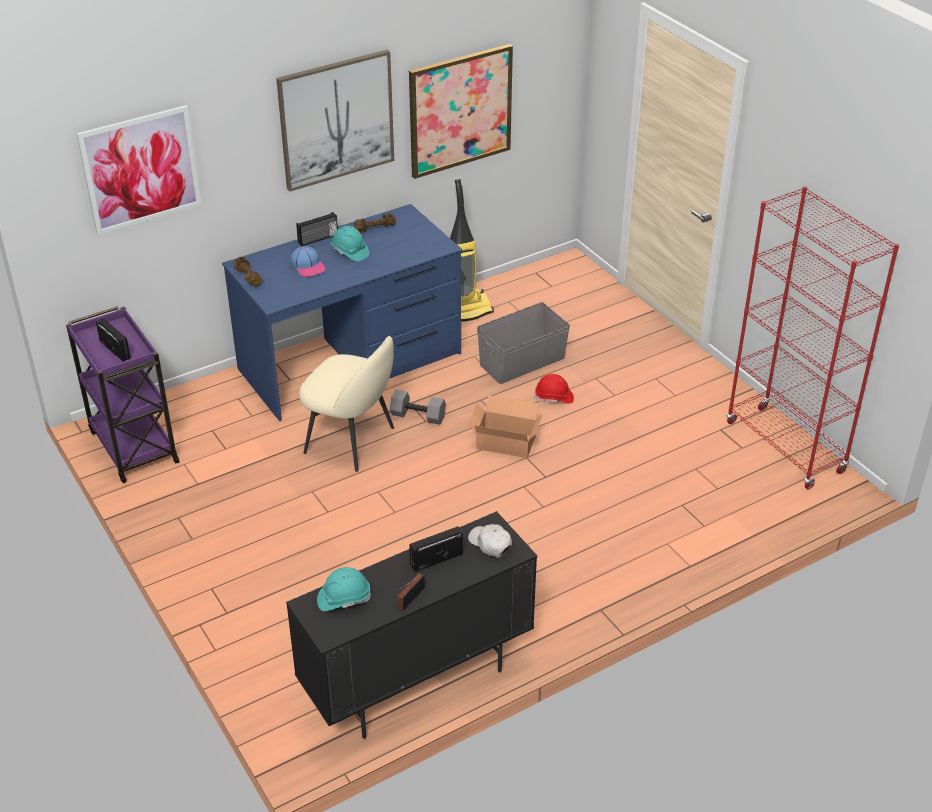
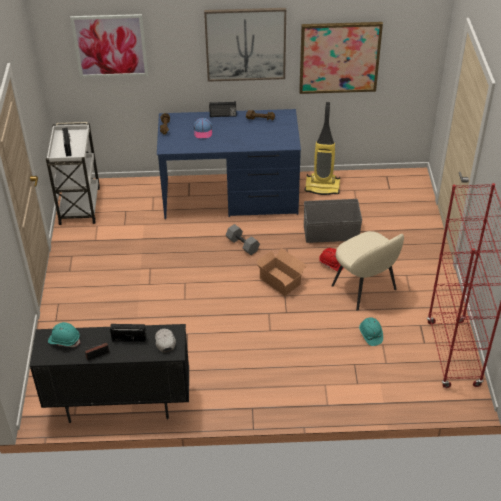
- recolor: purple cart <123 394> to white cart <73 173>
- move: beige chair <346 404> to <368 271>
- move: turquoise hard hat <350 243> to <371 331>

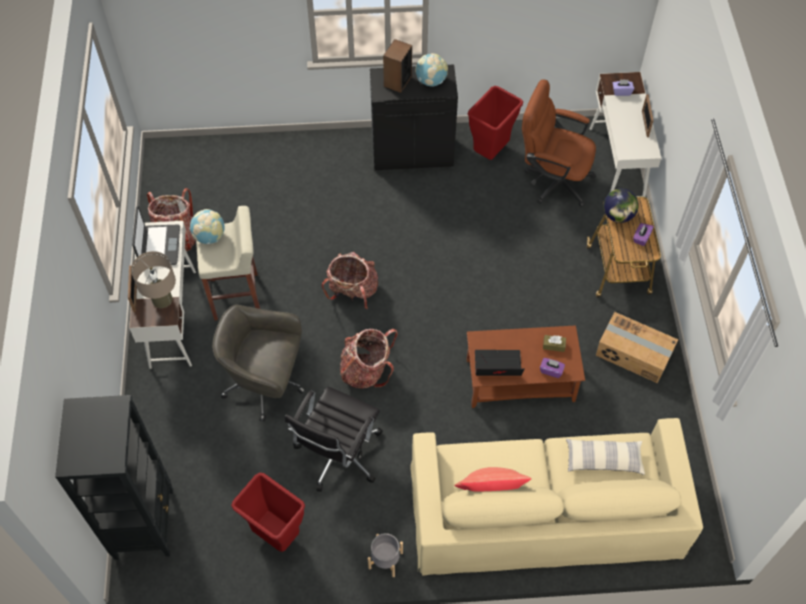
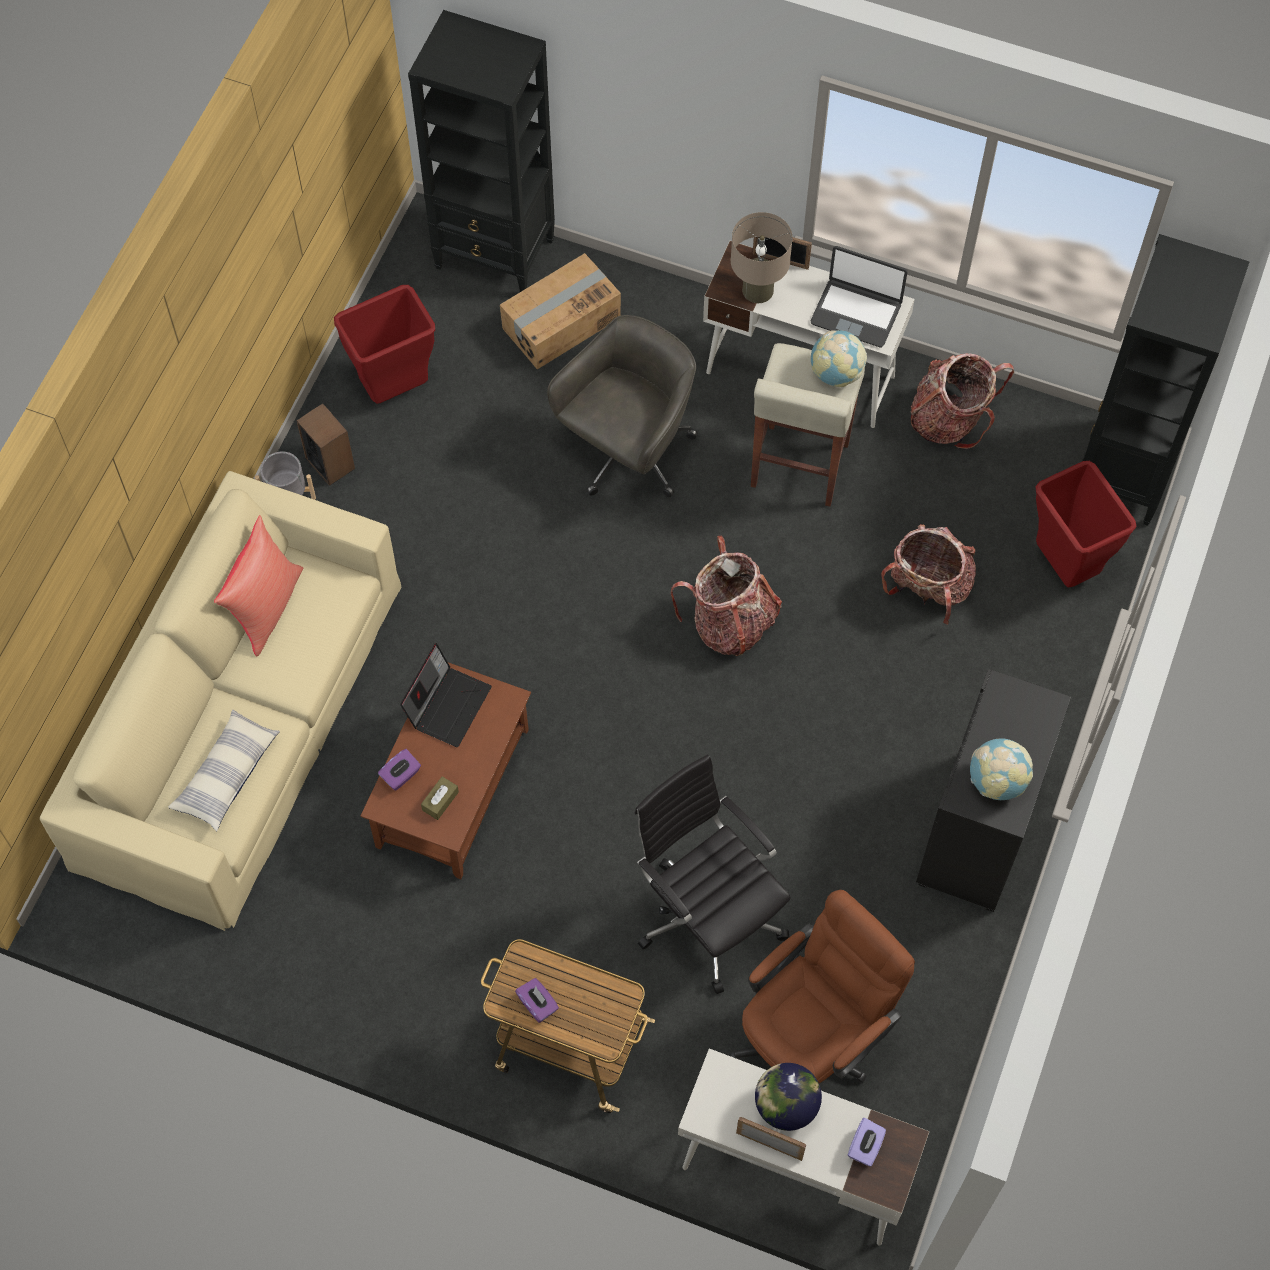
- move: speaker <397 66> to <325 444>
- move: cardboard box <637 347> to <560 311>
- move: black office chair <334 439> to <713 874>
- move: globe <621 205> to <788 1097>
- move: backpack <369 359> to <928 574>
- move: red trash can <495 123> to <1086 524>
- insert: black bookcase <1166 380>

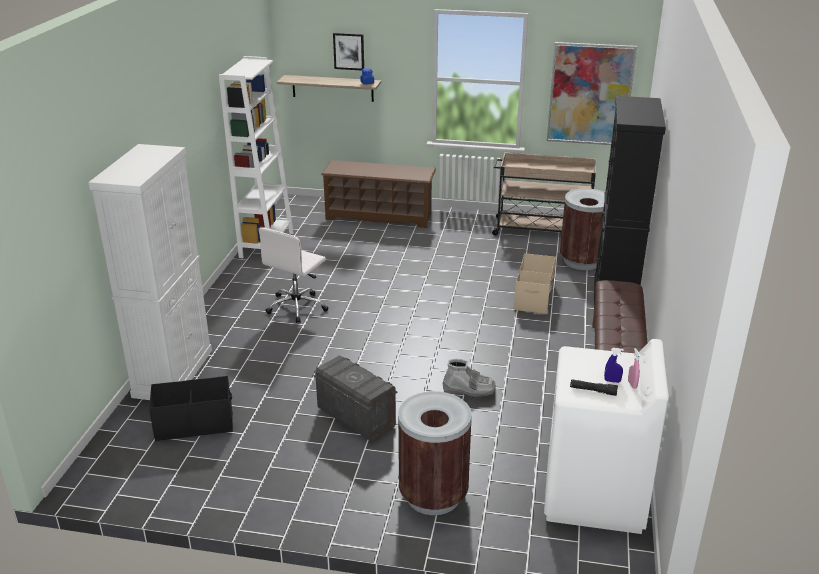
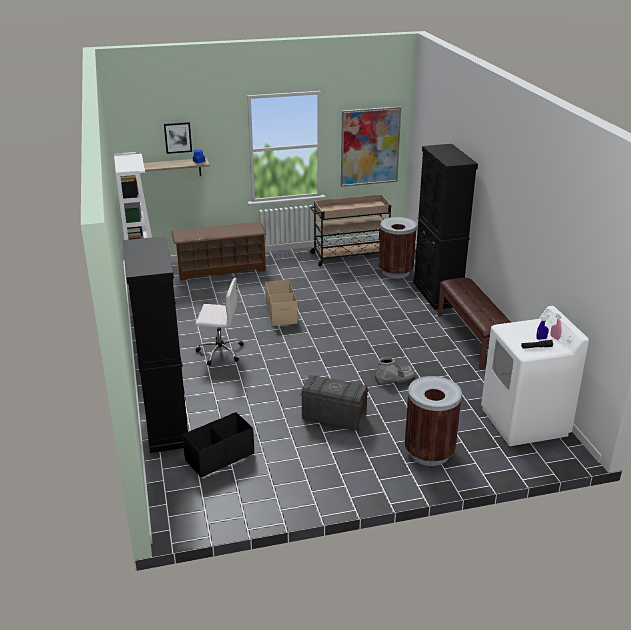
- recolor: white cabinet <150 272> to black cabinet <155 344>
- rotate: white office chair <293 275> = <219 322> 90 degrees counterclockwise
- move: beige storage box <535 283> to <281 303>

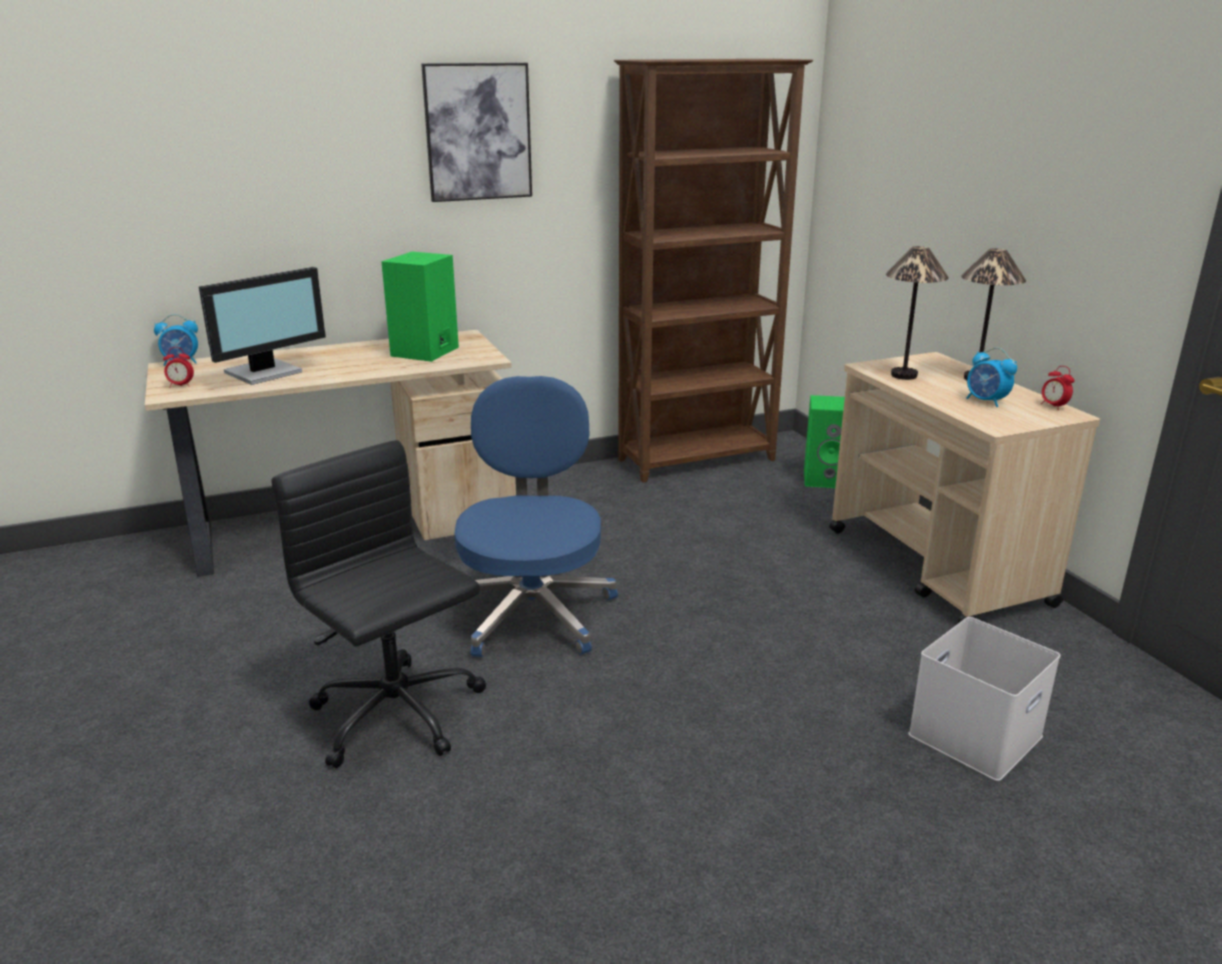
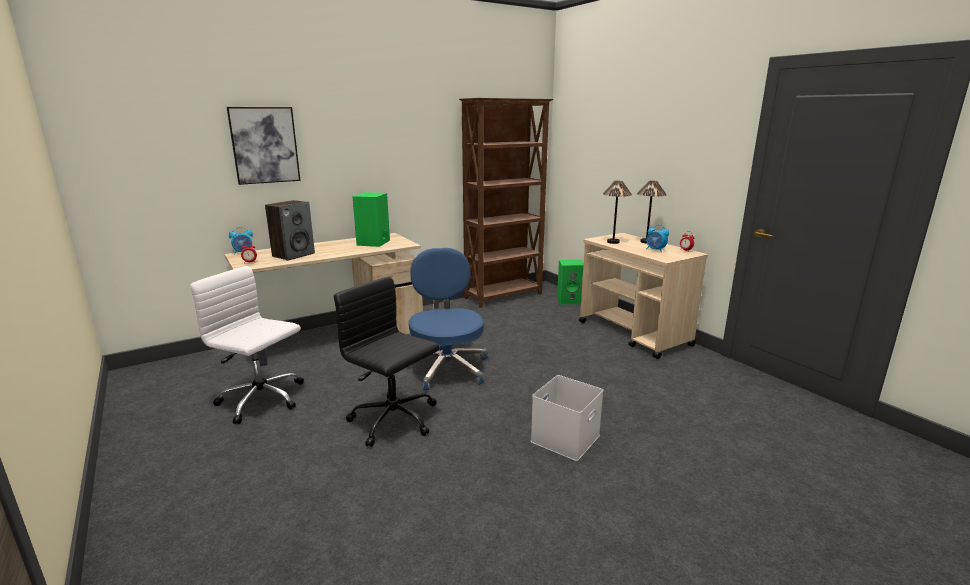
- insert: white office chair <247 345>
- move: picture <476 132> to <264 146>
- replace: monitor <262 326> to speaker <290 230>
- move: white storage box <984 699> to <567 418>

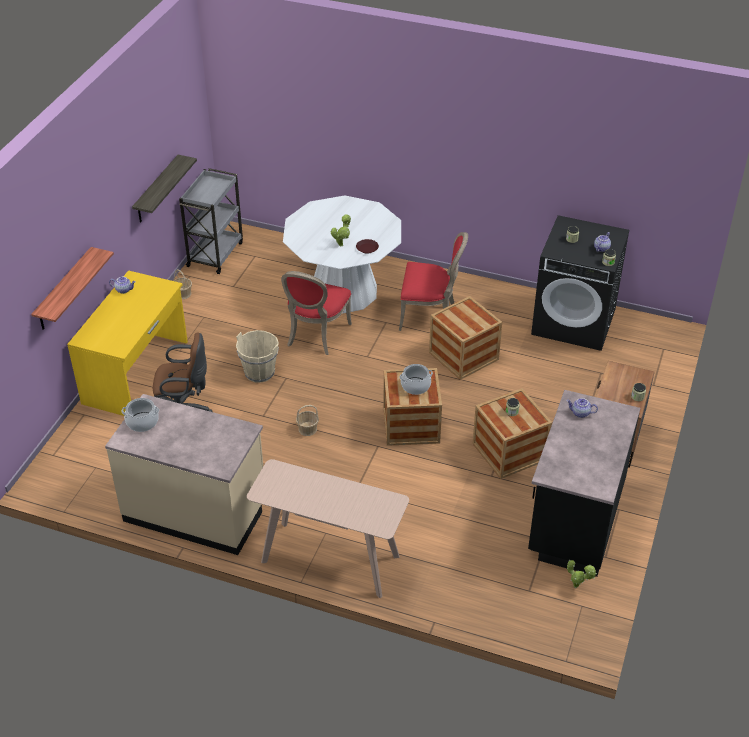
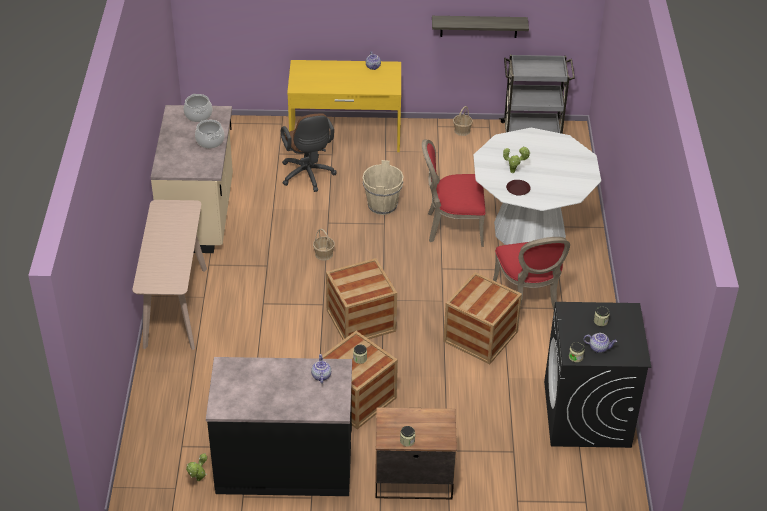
- move: cooking pot <416 379> to <210 134>
- delete: shelf <72 288>

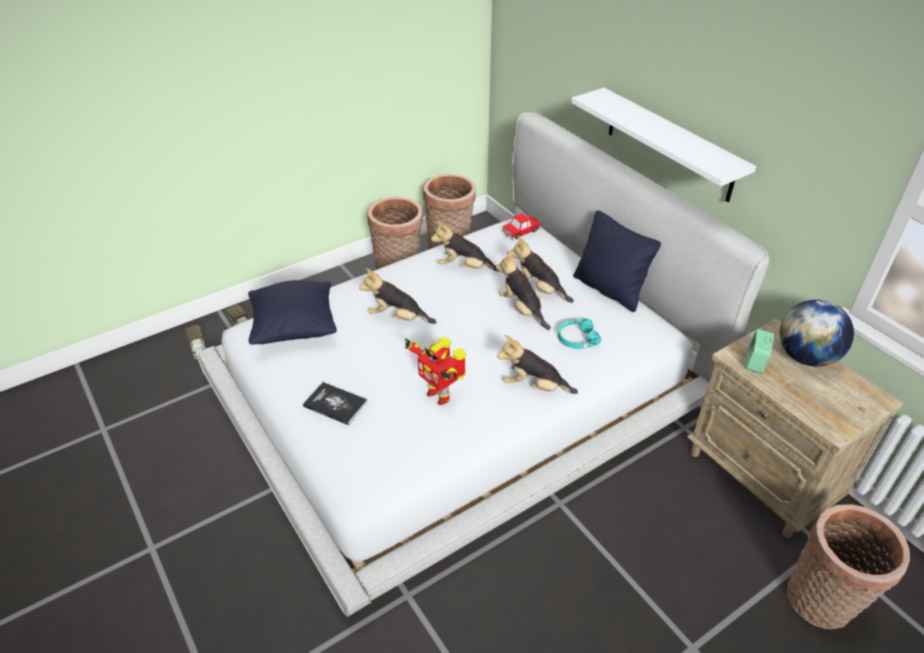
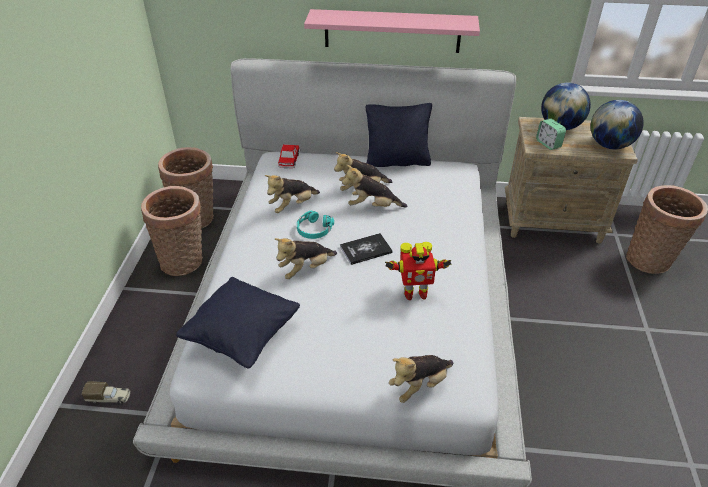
- move: turquoise headphones <579 333> to <315 224>
- recolor: white shelf <663 145> to pink shelf <392 31>
- move: book <335 403> to <366 249>
- move: plush toy <537 364> to <421 379>
- insert: globe <617 124>
- delete: toy truck <196 342>

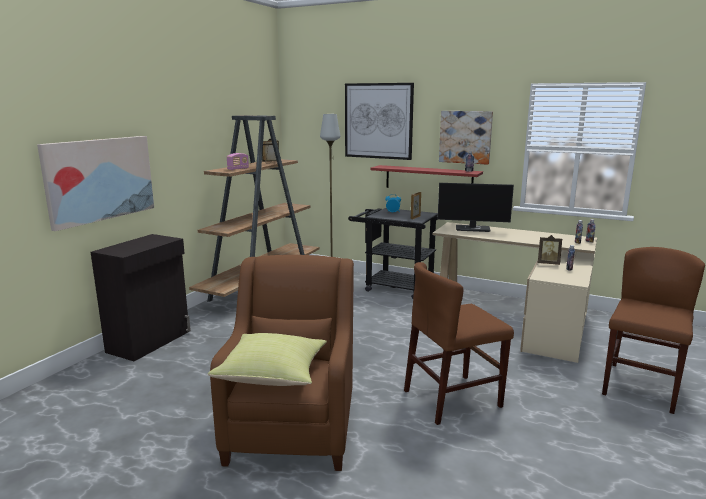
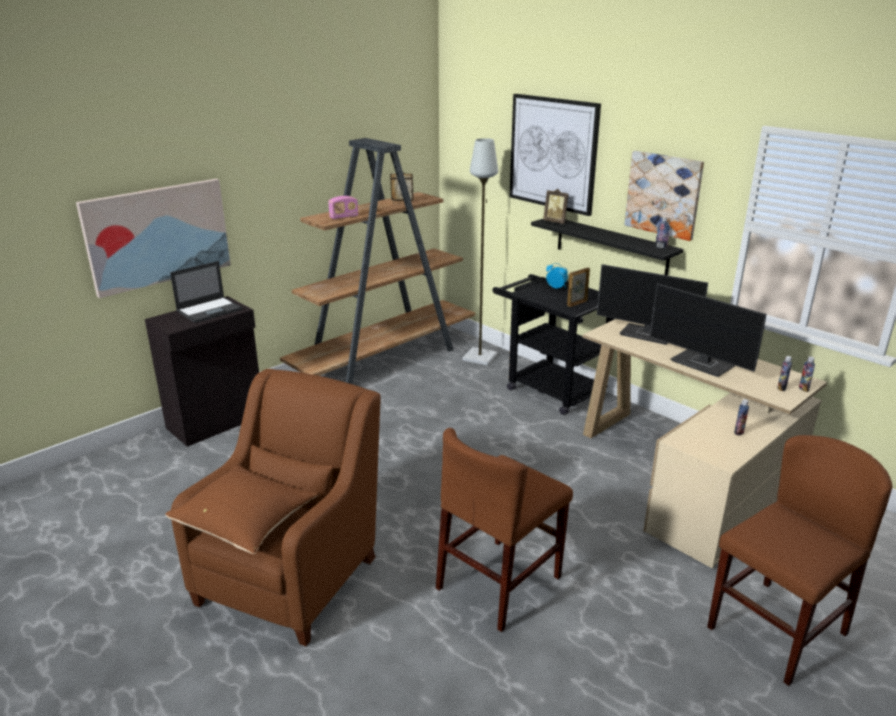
- recolor: yellow pillow <267 359> to brown pillow <242 509>
- insert: laptop <206 292>
- rotate: brown chair <459 343> = <504 530> 45 degrees counterclockwise
- recolor: red shelf <427 176> to black shelf <607 247>
- move: picture frame <550 250> to <556 206>
- insert: monitor <708 330>

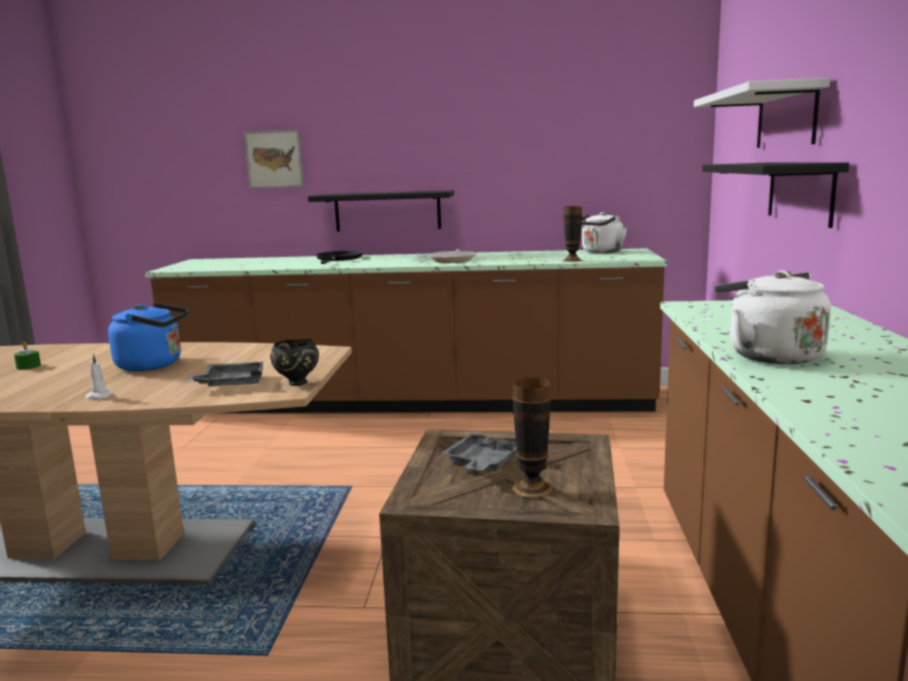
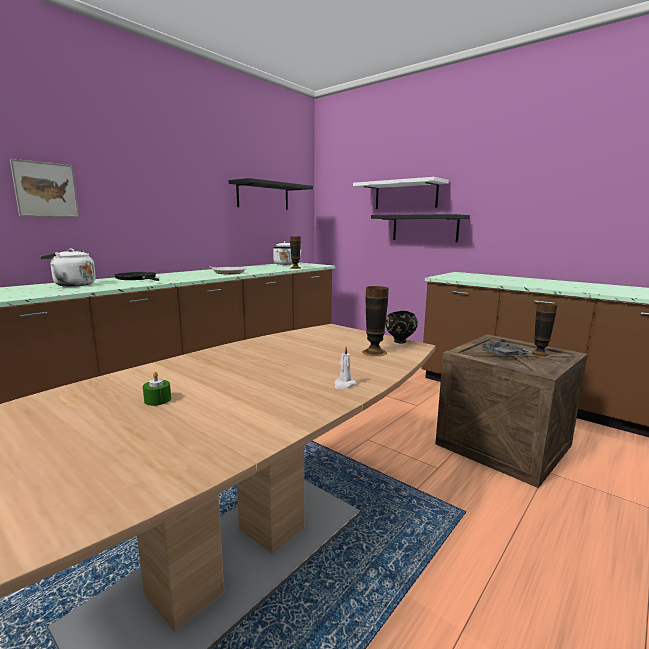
- move: white kettle <773 317> to <68 268>
- move: black shelf <381 211> to <271 194>
- replace: grey tray <225 374> to vase <375 321>
- delete: blue kettle <148 337>

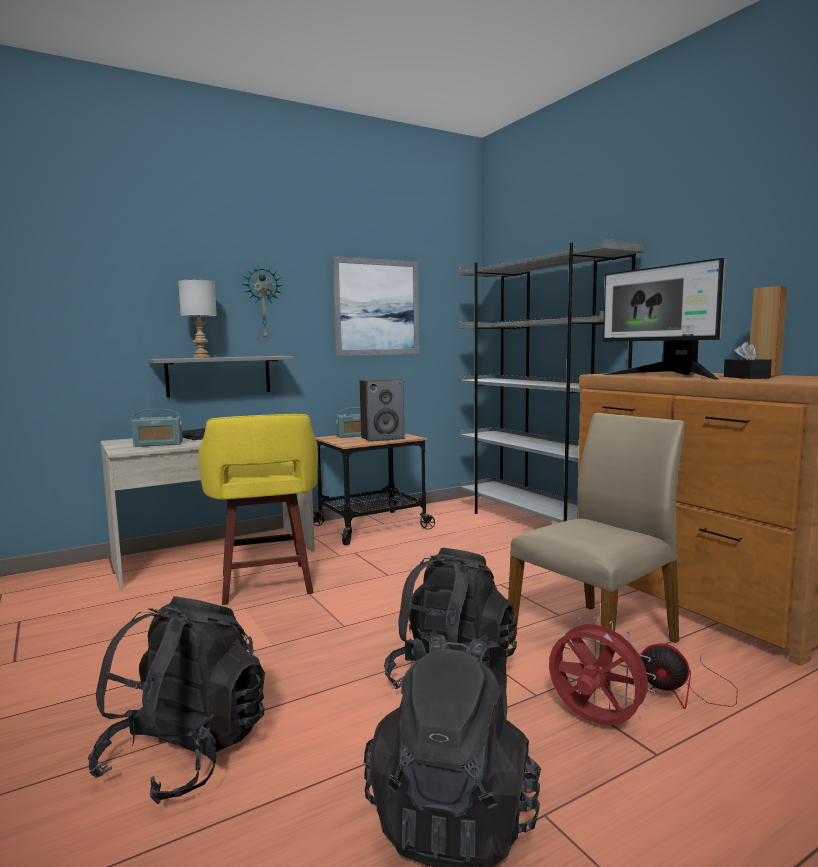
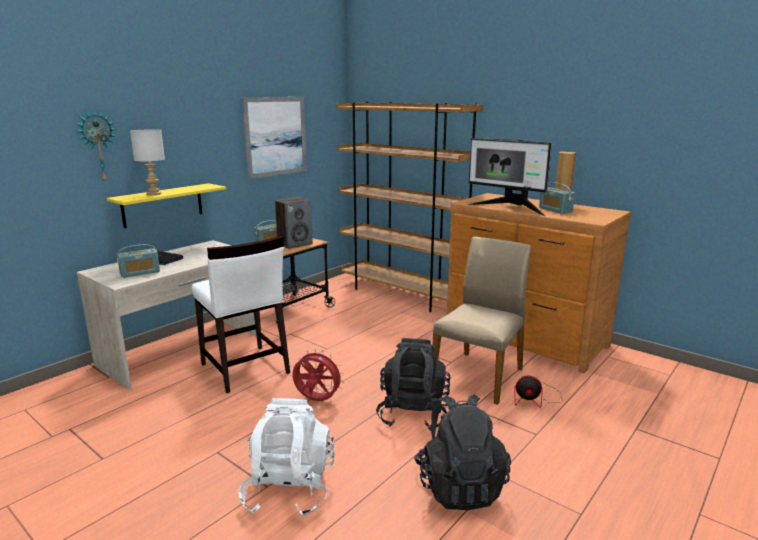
- move: wall clock <263 302> to <96 145>
- recolor: grey shelf <220 377> to yellow shelf <166 205>
- replace: yellow stool <258 509> to white chair <241 314>
- recolor: black backpack <176 700> to white backpack <286 458>
- move: red fan <602 671> to <318 375>
- recolor: grey bookcase <552 381> to brown bookcase <410 207>
- replace: black tissue box <748 360> to radio <557 198>

